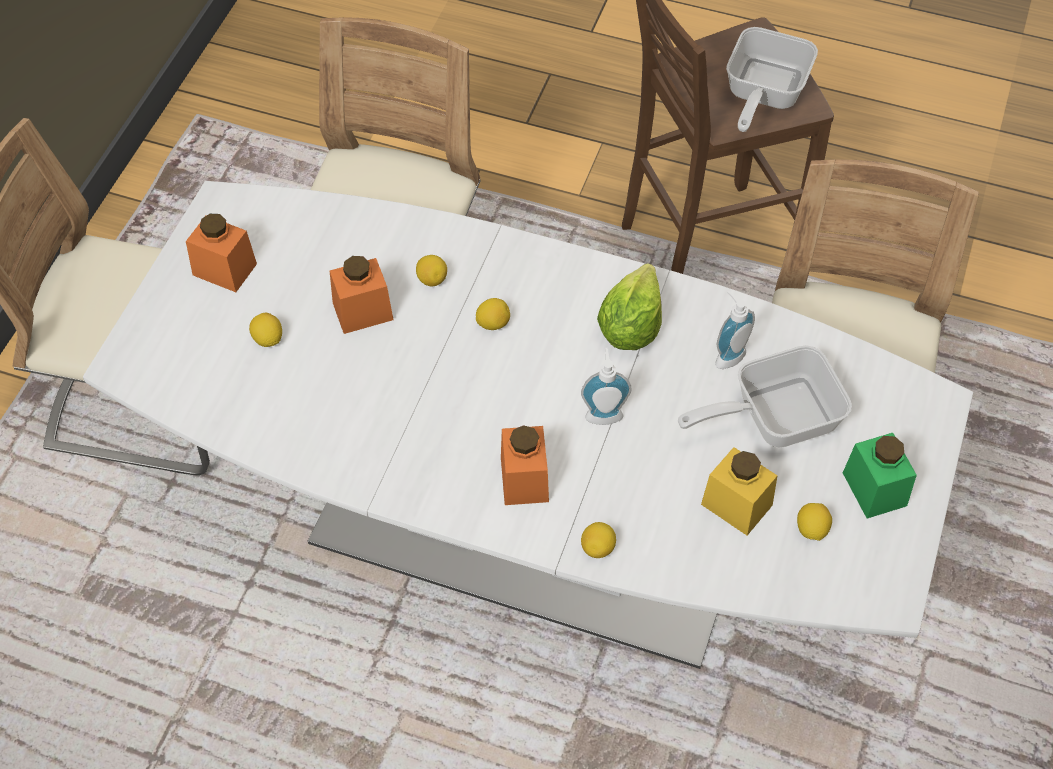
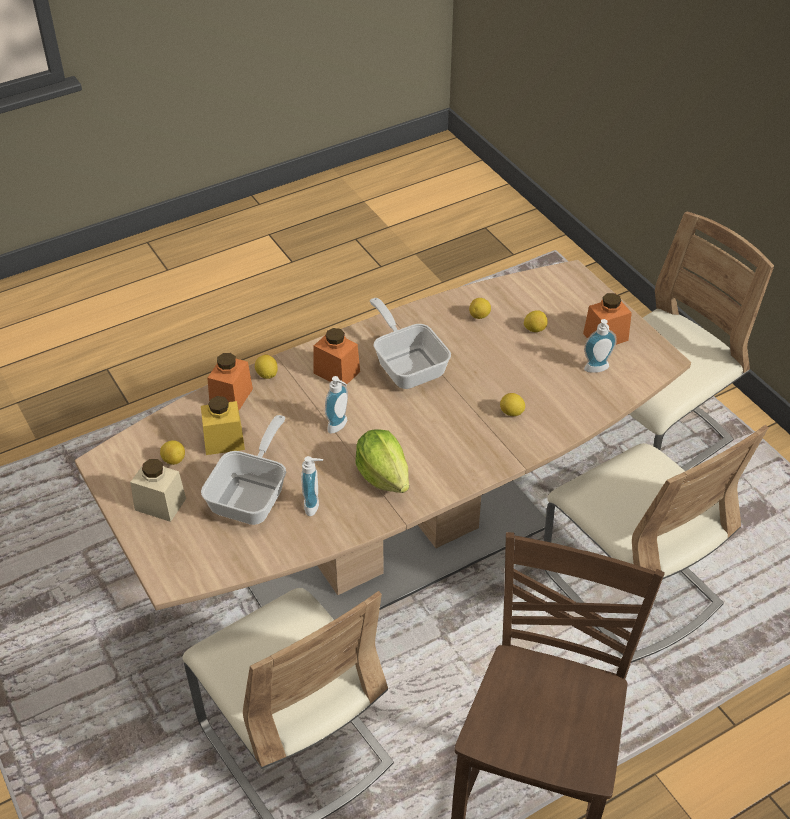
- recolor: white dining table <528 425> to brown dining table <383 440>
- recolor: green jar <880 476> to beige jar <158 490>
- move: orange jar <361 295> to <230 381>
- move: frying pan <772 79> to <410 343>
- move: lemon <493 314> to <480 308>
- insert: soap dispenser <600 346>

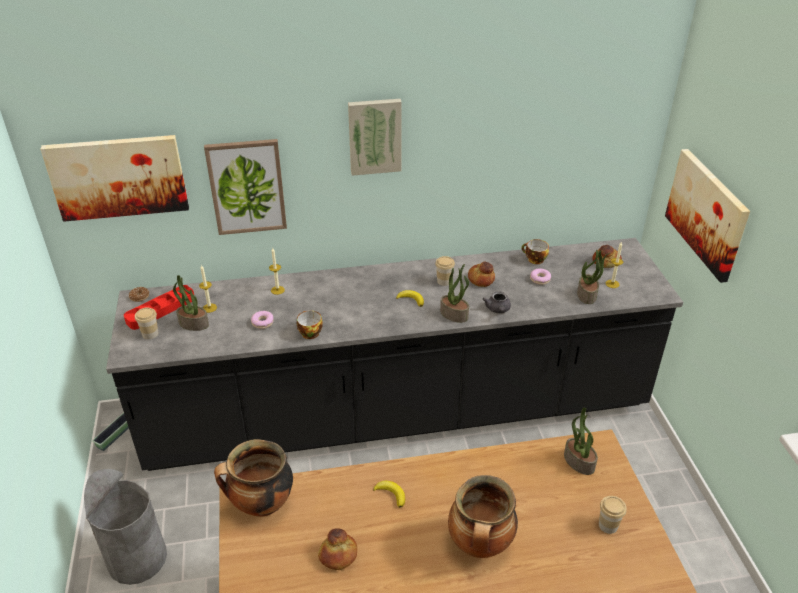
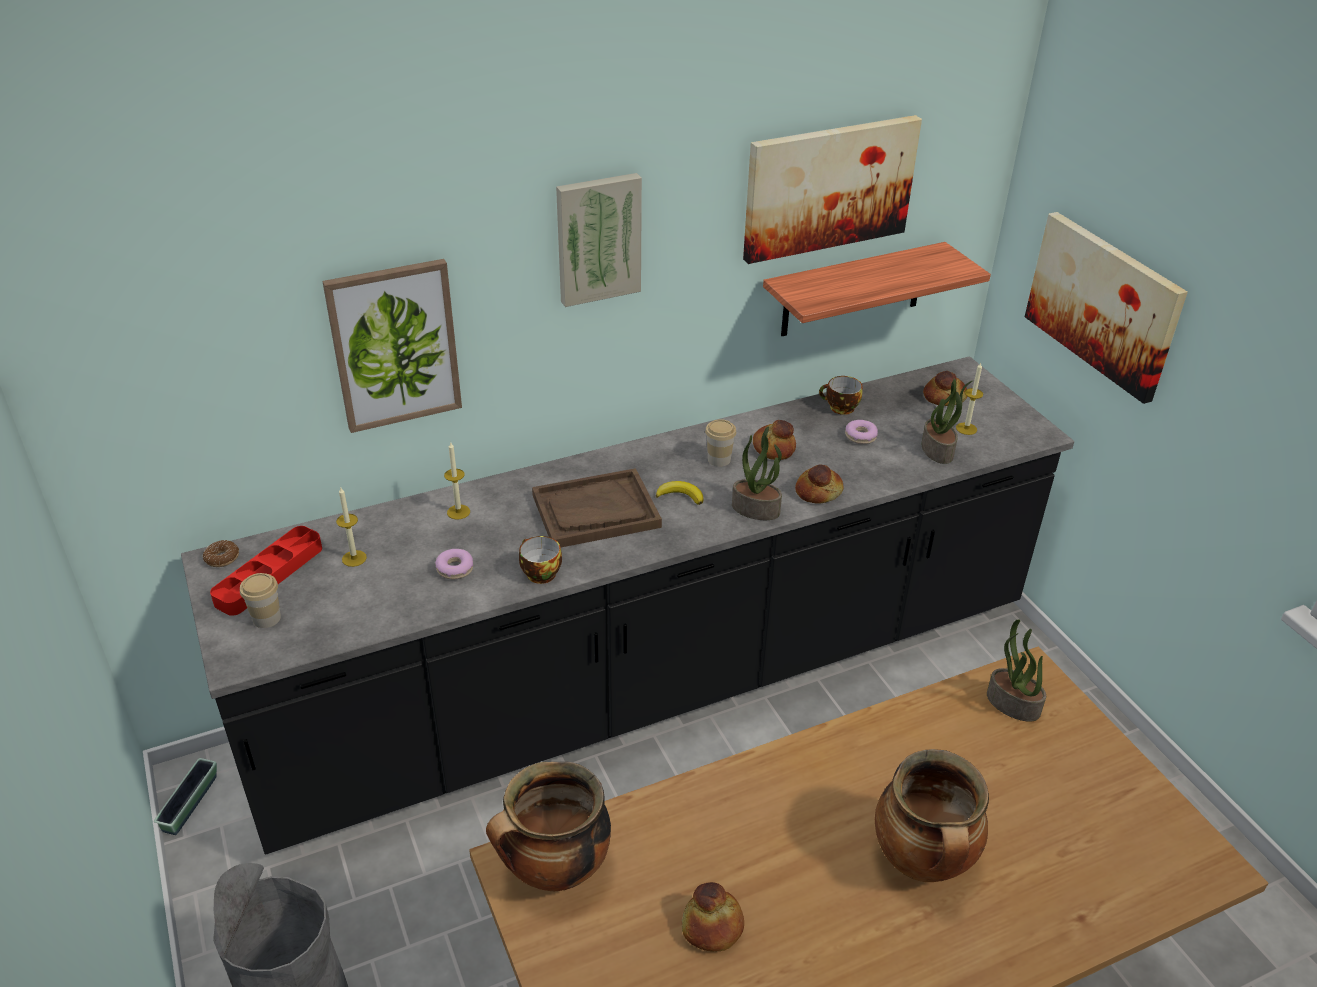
- insert: brown tray <597 507>
- move: picture <114 178> to <832 189>
- insert: shelf <877 289>
- replace: grey teapot <497 302> to bread <819 483>
- delete: potted plant <191 303>
- delete: banana <389 494>
- delete: cup <613 515>

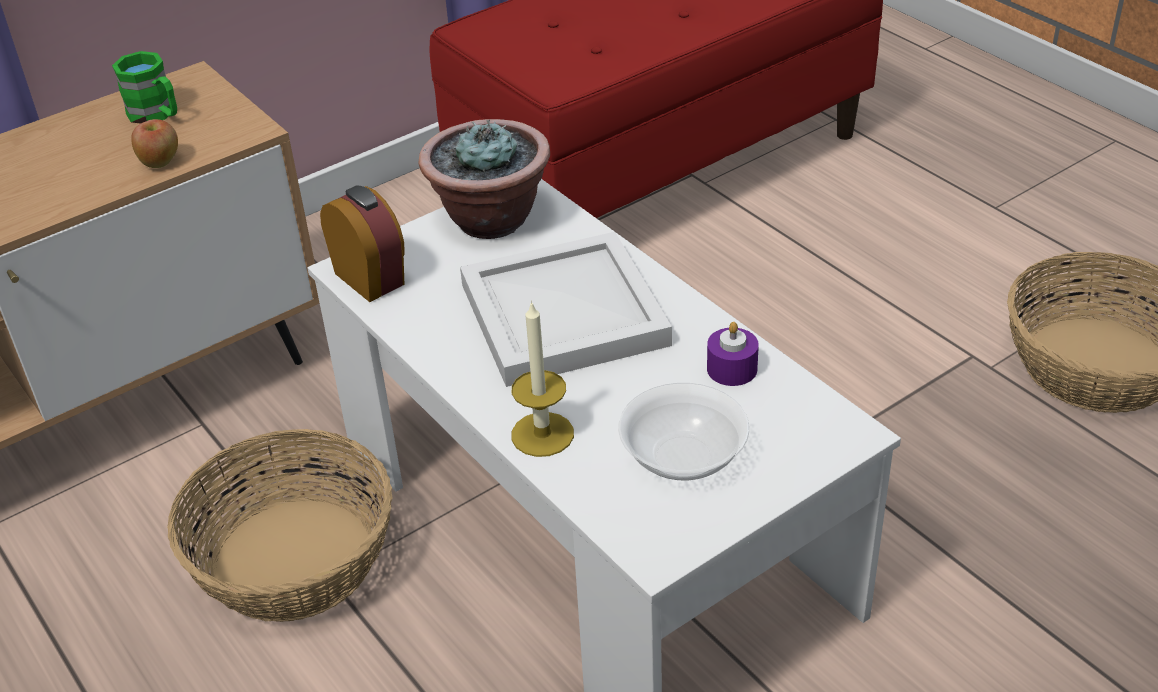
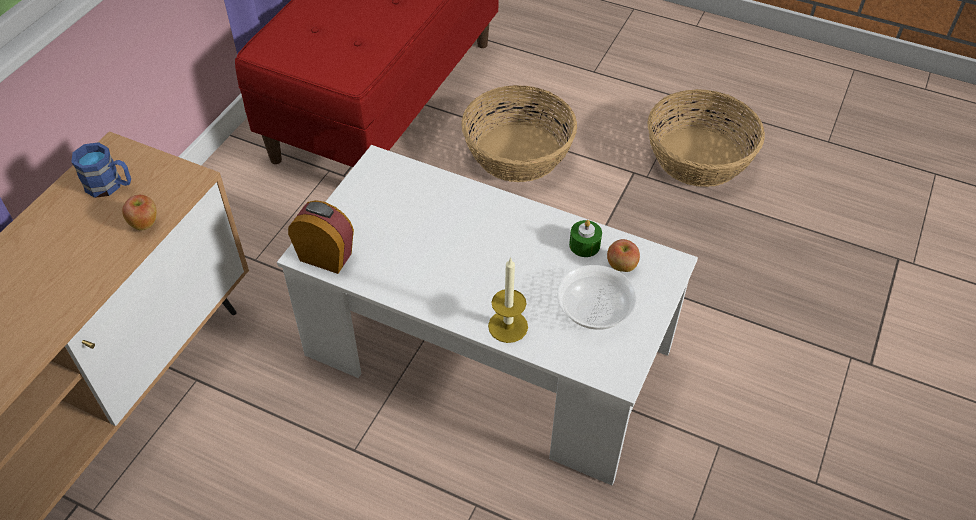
- recolor: green mug <144 87> to blue mug <101 170>
- move: basket <280 525> to <519 133>
- recolor: purple candle <733 354> to green candle <585 238>
- insert: apple <623 255>
- delete: potted plant <484 179>
- delete: white tray <566 309>

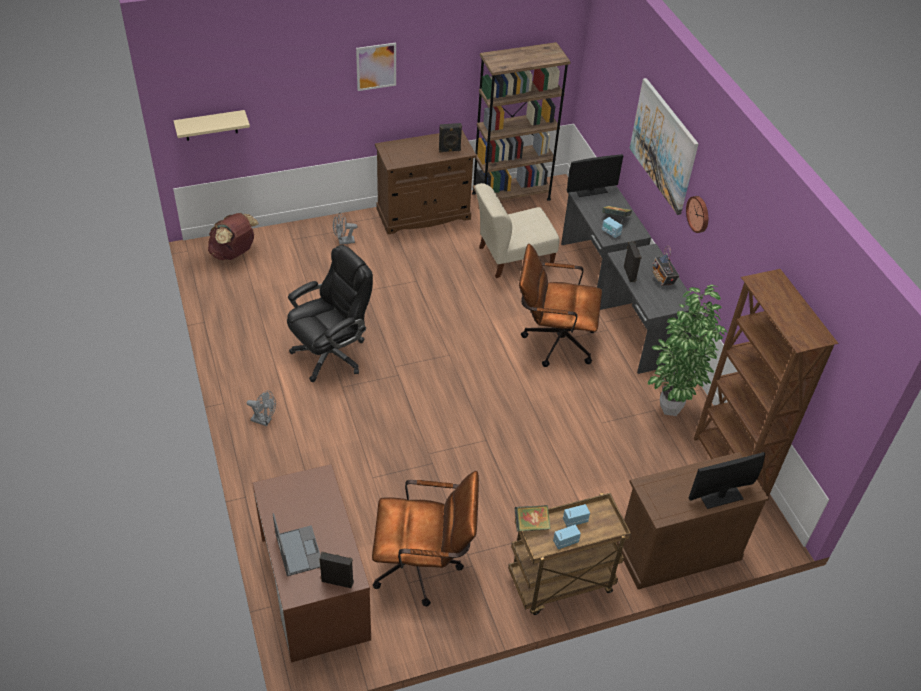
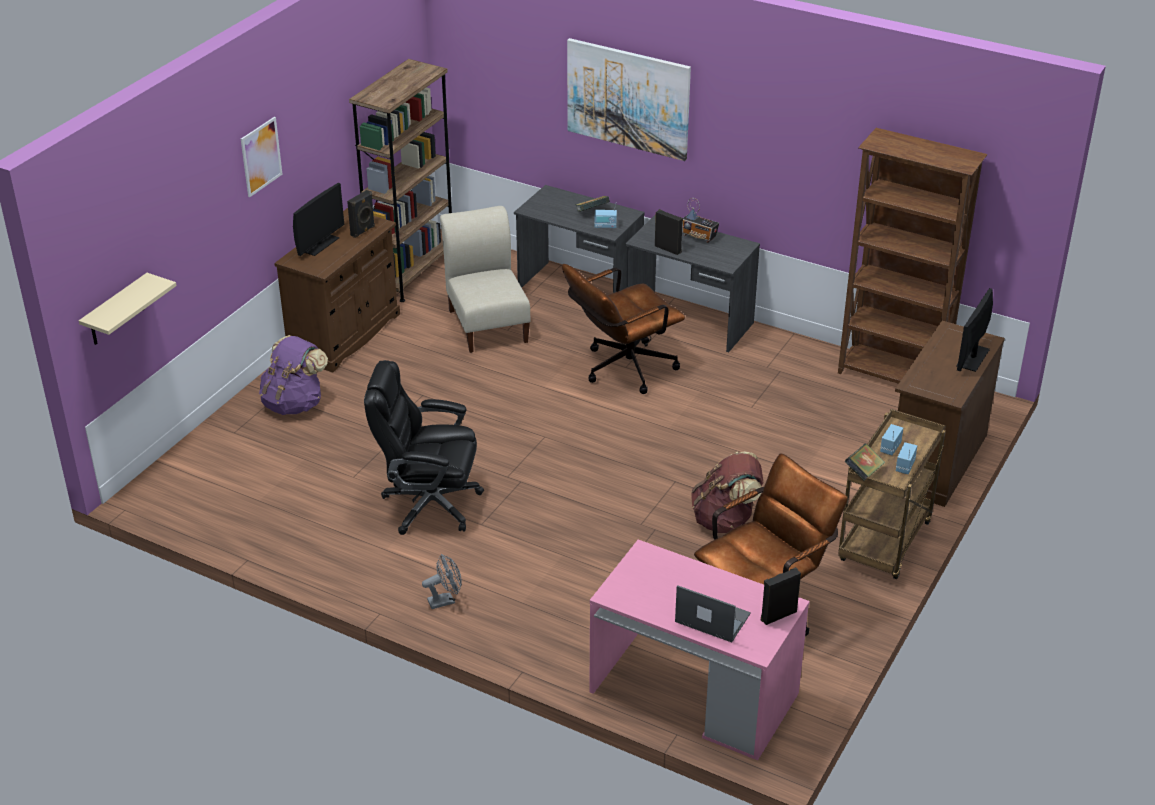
- replace: grey fan <345 228> to purple backpack <293 375>
- move: monitor <595 175> to <318 219>
- rotate: black office chair <330 313> = <424 447> 90 degrees counterclockwise
- rotate: beige chair <517 230> = <485 279> 135 degrees clockwise
- recolor: brown desk <311 563> to pink desk <699 649>
- move: brown backpack <233 236> to <727 492>
- delete: potted plant <687 350>
- delete: wall clock <697 214>

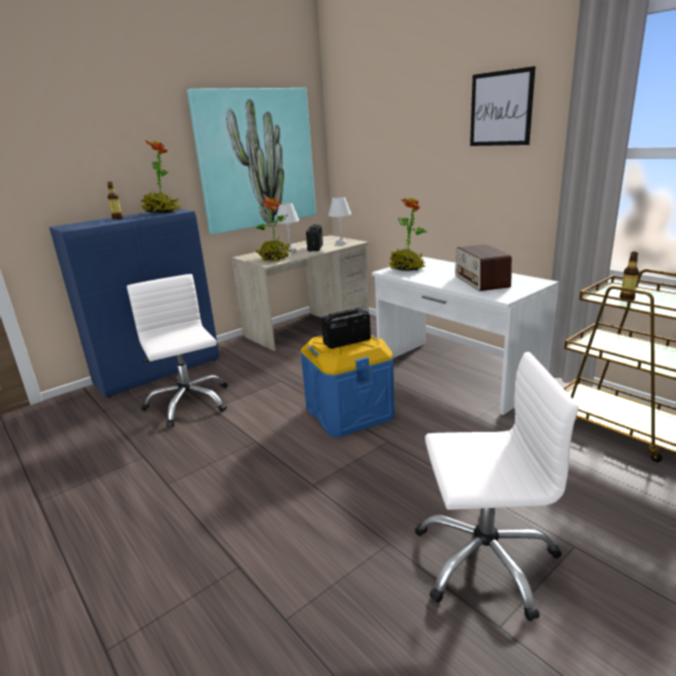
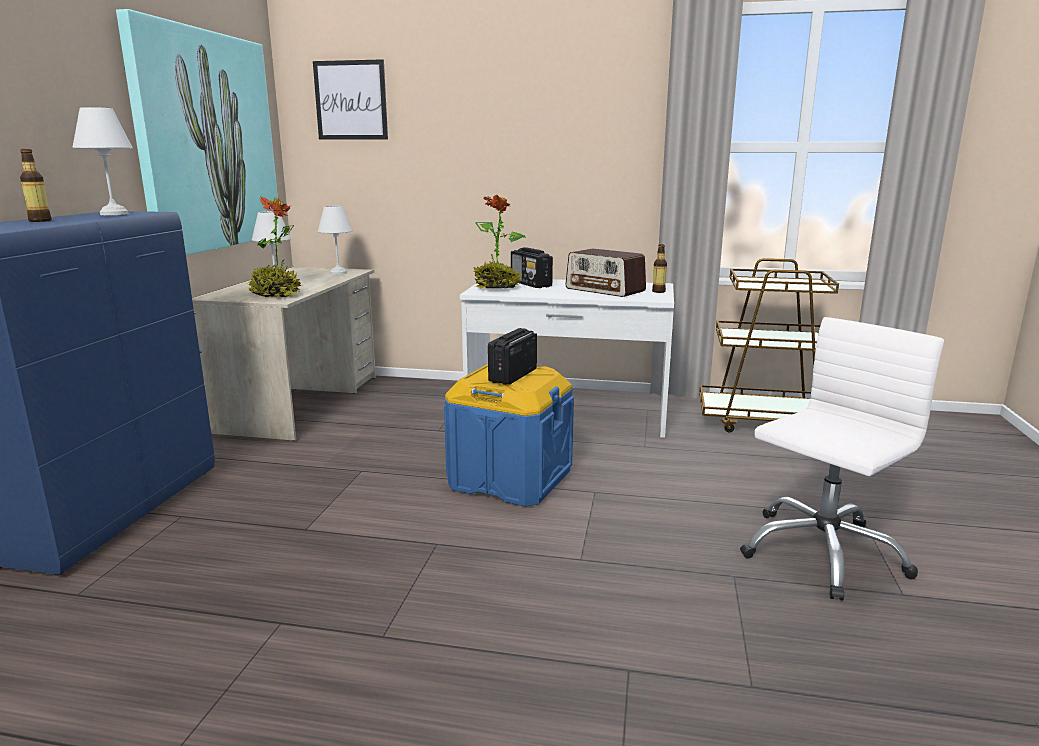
- replace: potted plant <161 176> to white table lamp <102 161>
- move: picture <503 106> to <350 99>
- move: radio <314 238> to <532 267>
- move: bottle <629 276> to <659 268>
- delete: white office chair <177 350>

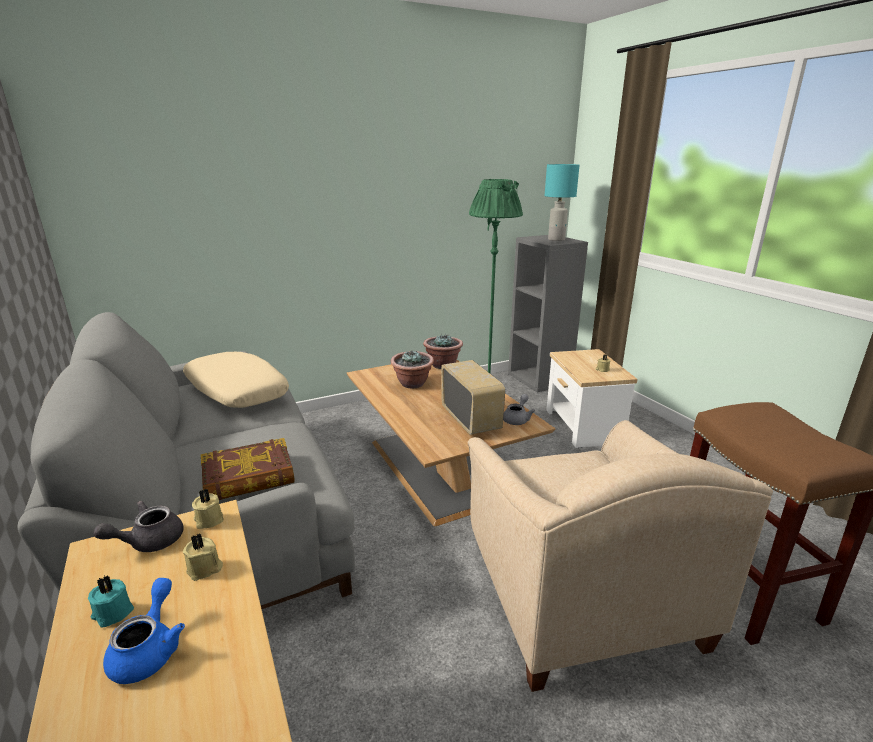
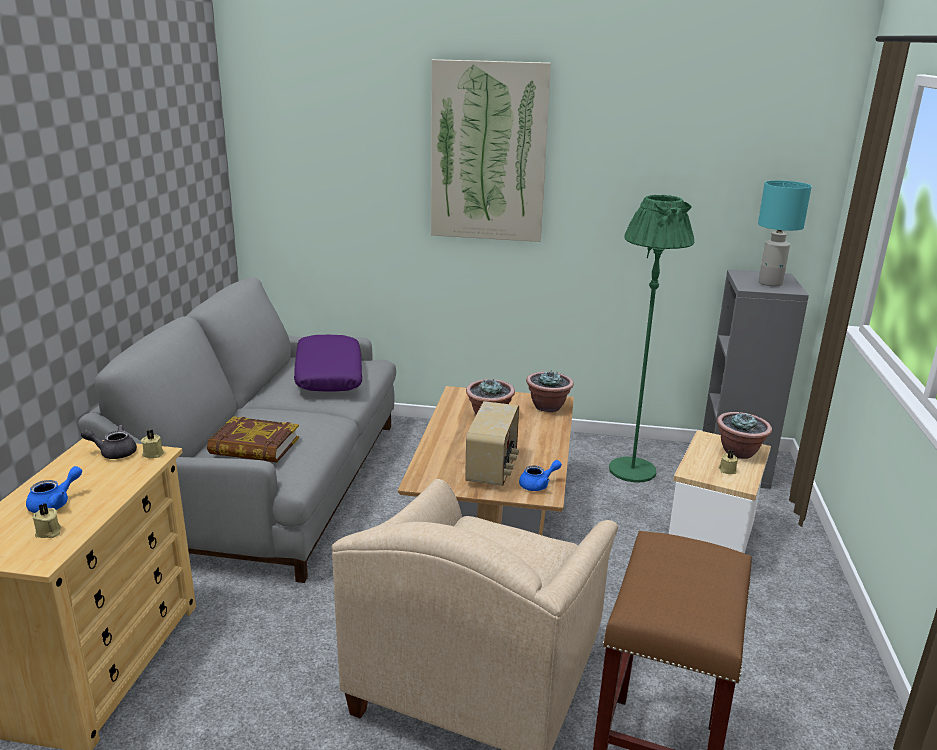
- move: beige candle <203 557> to <47 520>
- recolor: beige pillow <236 380> to purple pillow <328 363>
- insert: picture <491 150>
- recolor: grey teapot <519 409> to blue teapot <540 475>
- insert: potted plant <744 435>
- delete: turquoise candle <111 601>

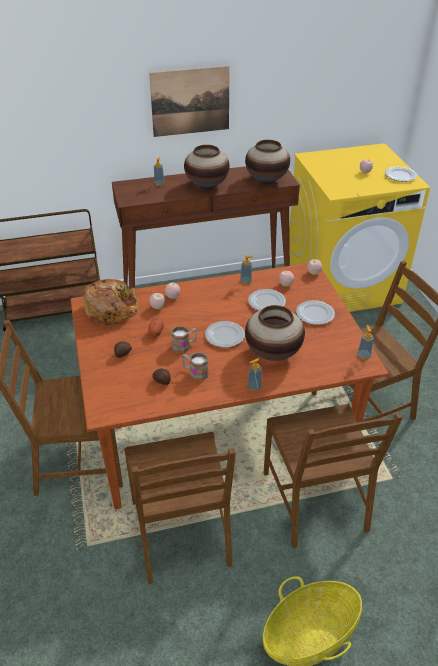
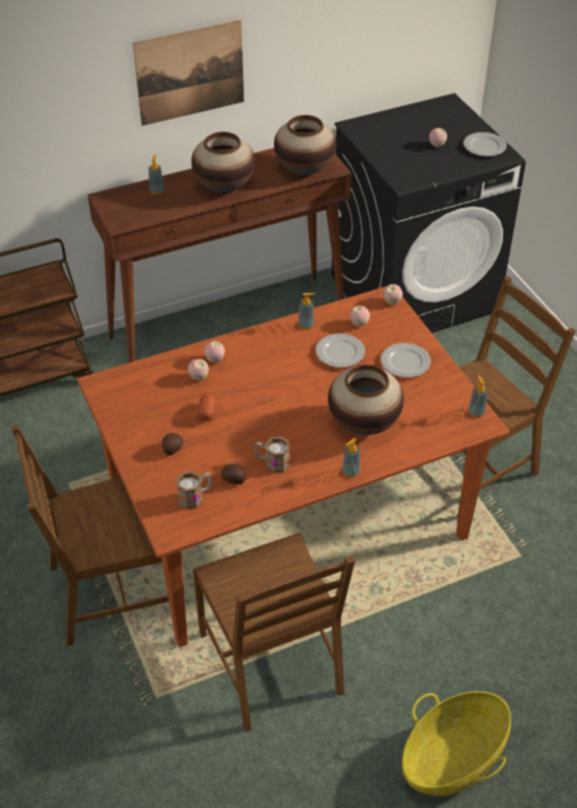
- move: mug <184 339> to <193 490>
- recolor: yellow washing machine <359 227> to black washing machine <428 213>
- delete: bread <110 302>
- delete: plate <225 334>
- delete: brown chair <333 476>

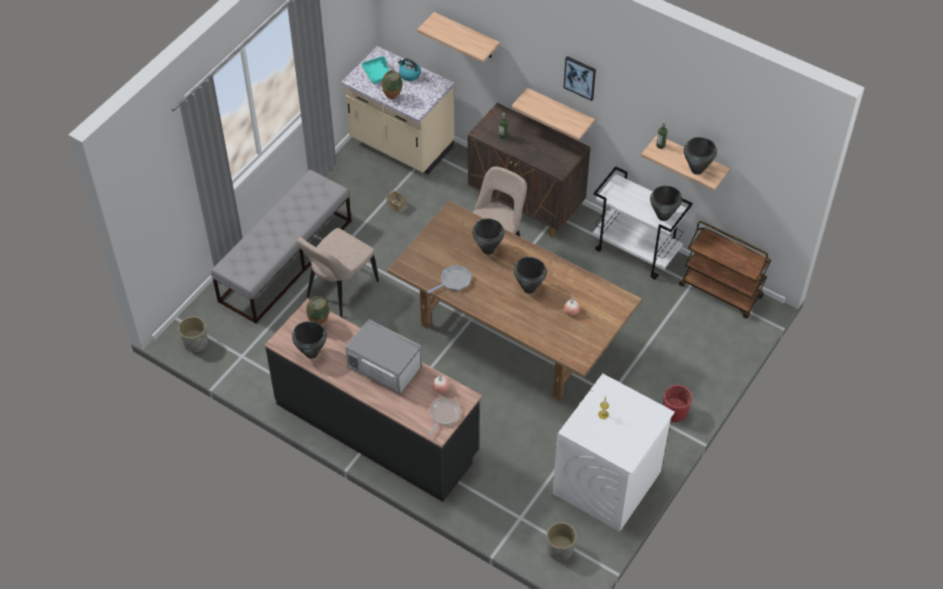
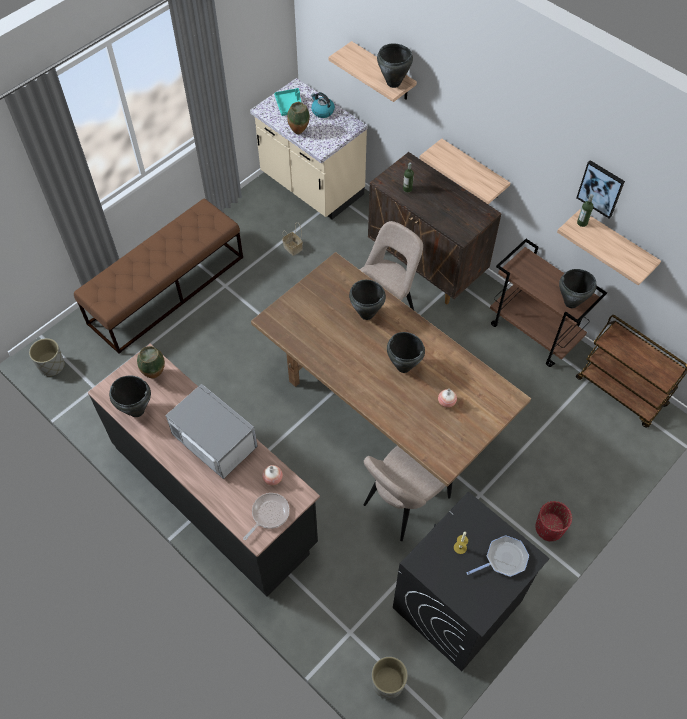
- recolor: grey bench <281 247> to brown bench <158 276>
- move: beige chair <338 272> to <408 493>
- move: black cooking pot <700 156> to <395 66>
- recolor: white washing machine <614 452> to black washing machine <471 582>
- move: frying pan <449 279> to <498 556>
- recolor: white cart <642 222> to brown cart <548 303>
- move: picture <580 78> to <600 189>

